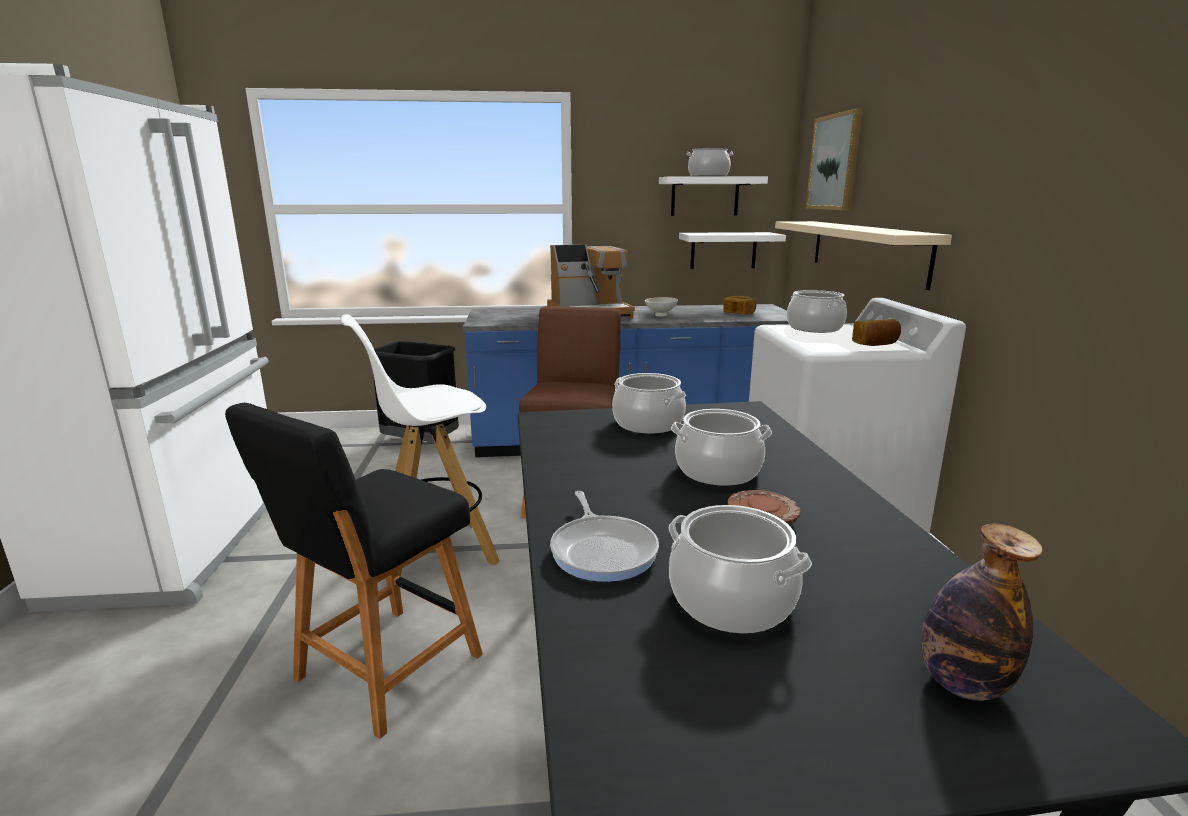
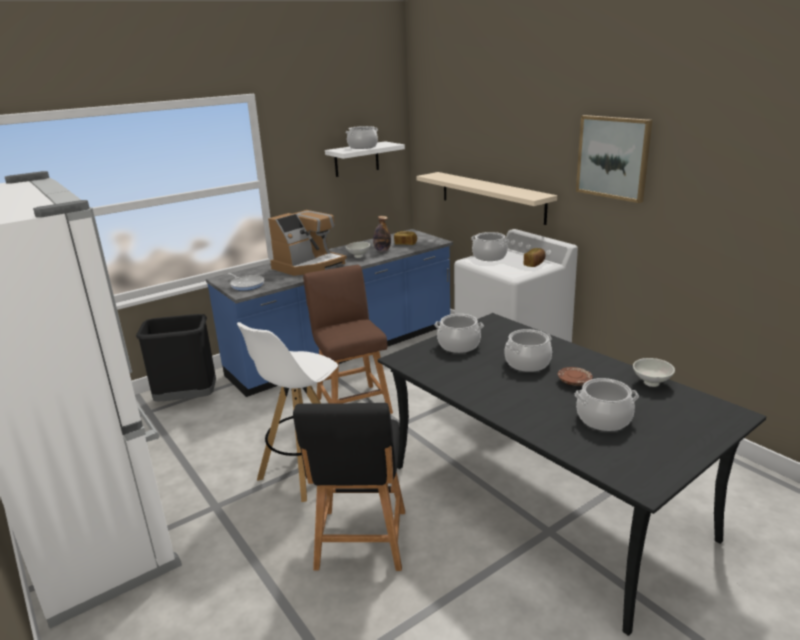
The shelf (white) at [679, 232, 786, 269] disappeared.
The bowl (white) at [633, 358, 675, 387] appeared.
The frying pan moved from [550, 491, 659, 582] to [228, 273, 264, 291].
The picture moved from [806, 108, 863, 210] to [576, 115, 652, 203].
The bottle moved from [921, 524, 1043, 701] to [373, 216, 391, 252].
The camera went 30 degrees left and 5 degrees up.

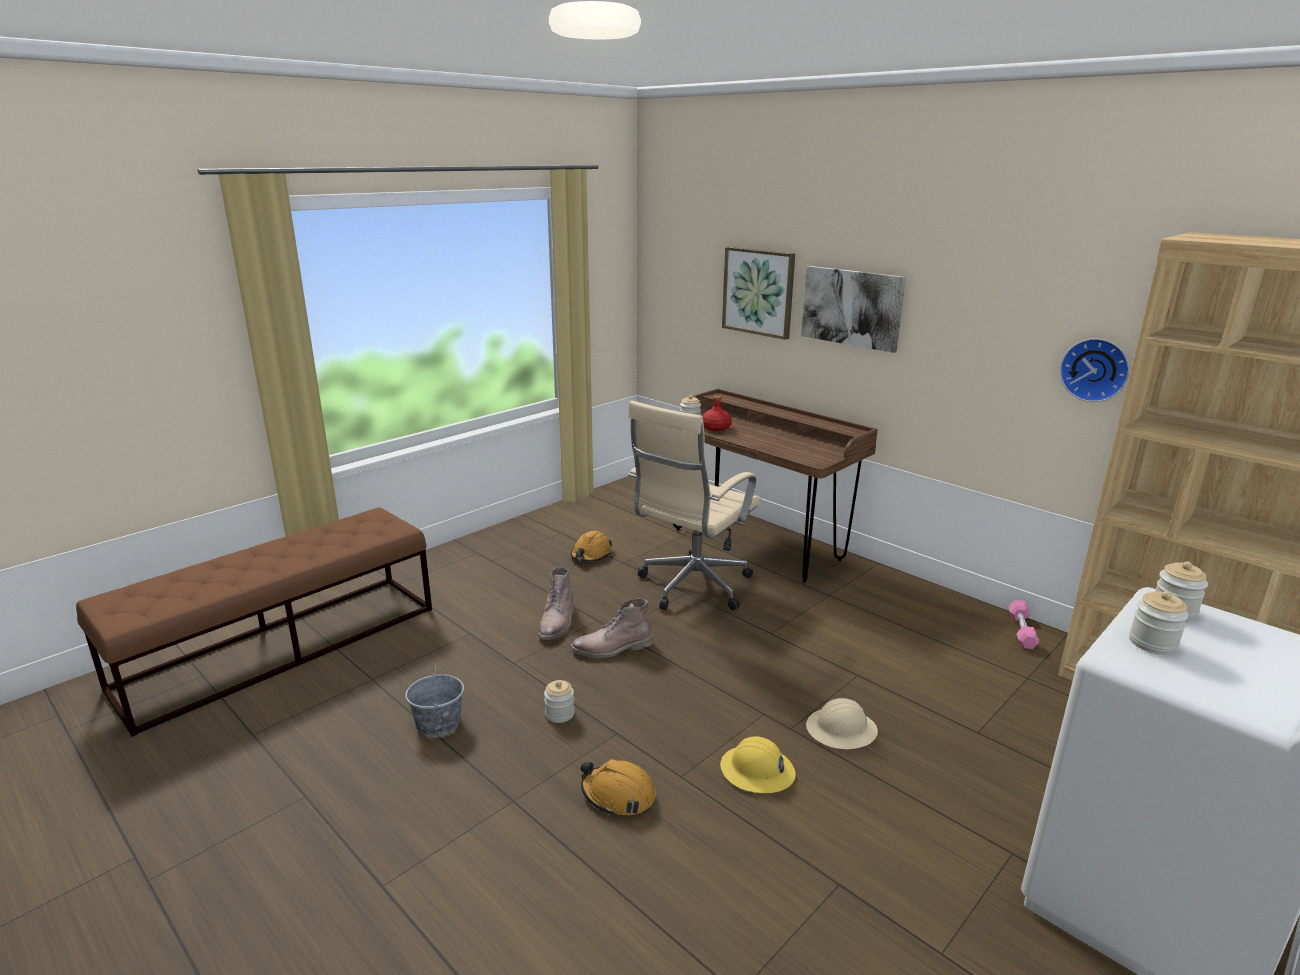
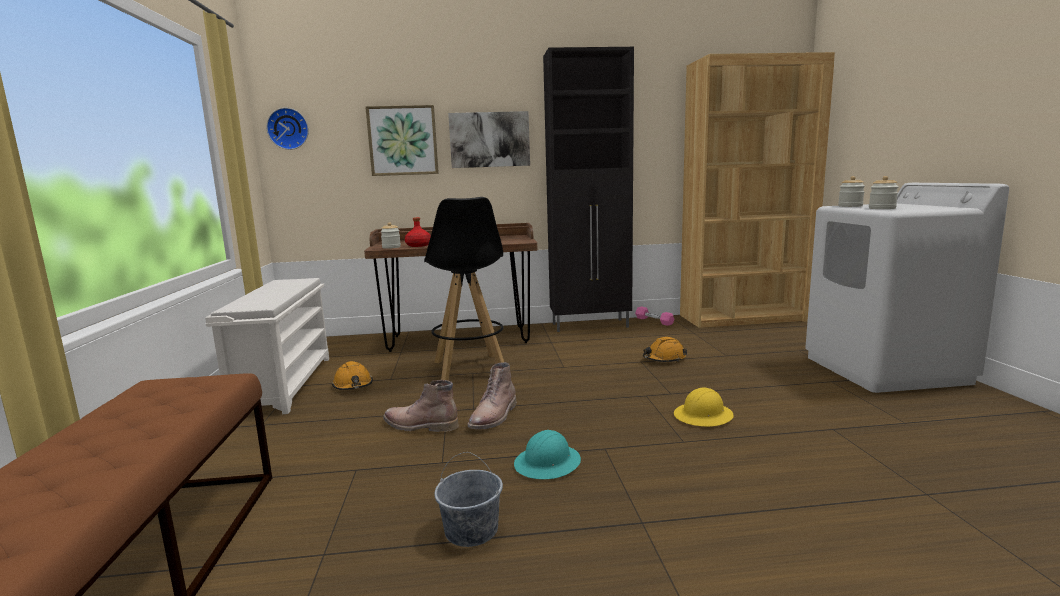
The hard hat (beige) at [806, 698, 878, 749] disappeared.
The shoe rack (white) at [205, 278, 329, 414] appeared.
The cabinet (black) at [543, 47, 634, 332] appeared.
The hard hat (orange) moved from [581, 759, 656, 816] to [643, 337, 687, 362].
The wall clock moved from [1060, 338, 1130, 402] to [266, 108, 309, 150].
The jar at [544, 680, 574, 723] was replaced by the hard hat (turquoise) at [514, 430, 581, 479].
The office chair (beige) at [628, 400, 761, 611] was replaced by the stool (black) at [424, 197, 504, 381].
The boot (brown) at [538, 566, 575, 640] turned 150 degrees clockwise.
The camera went 50 degrees left and 10 degrees down.

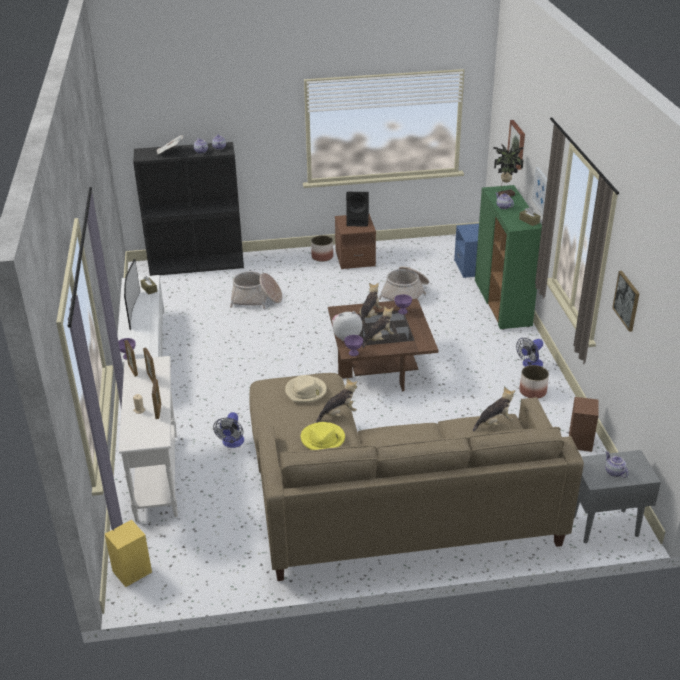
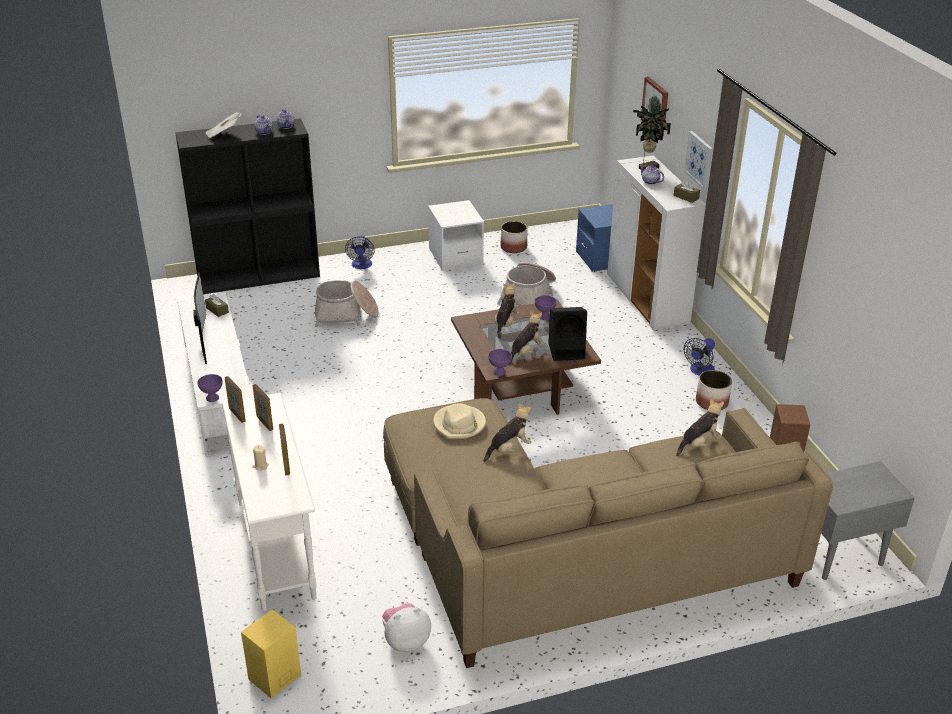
The hat (yellow) at [301, 422, 345, 450] disappeared.
The teapot at [605, 451, 628, 478] disappeared.
The picture at [612, 271, 640, 332] disappeared.
The fan moved from [213, 412, 244, 448] to [345, 235, 375, 269].
The planter moved from [311, 235, 333, 262] to [501, 221, 528, 253].
The plush toy moved from [332, 311, 362, 341] to [382, 603, 431, 652].
The speaker (black) moved from [346, 192, 369, 227] to [548, 307, 587, 361].
The nightstand (brown) at [335, 214, 376, 269] became the nightstand (white) at [428, 200, 484, 271].
The cabinet (green) at [475, 185, 542, 330] became the cabinet (white) at [607, 156, 706, 331].
The camera went 10 degrees left and 0 degrees up.

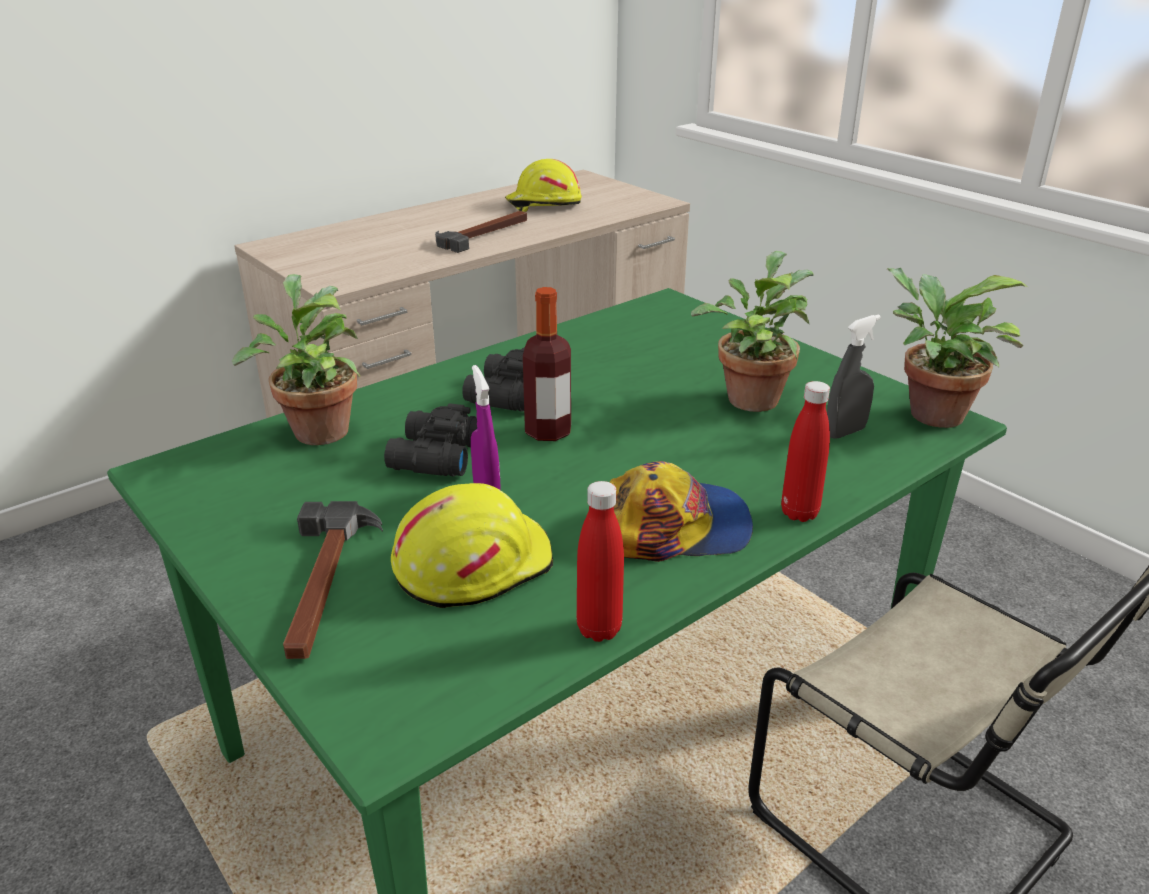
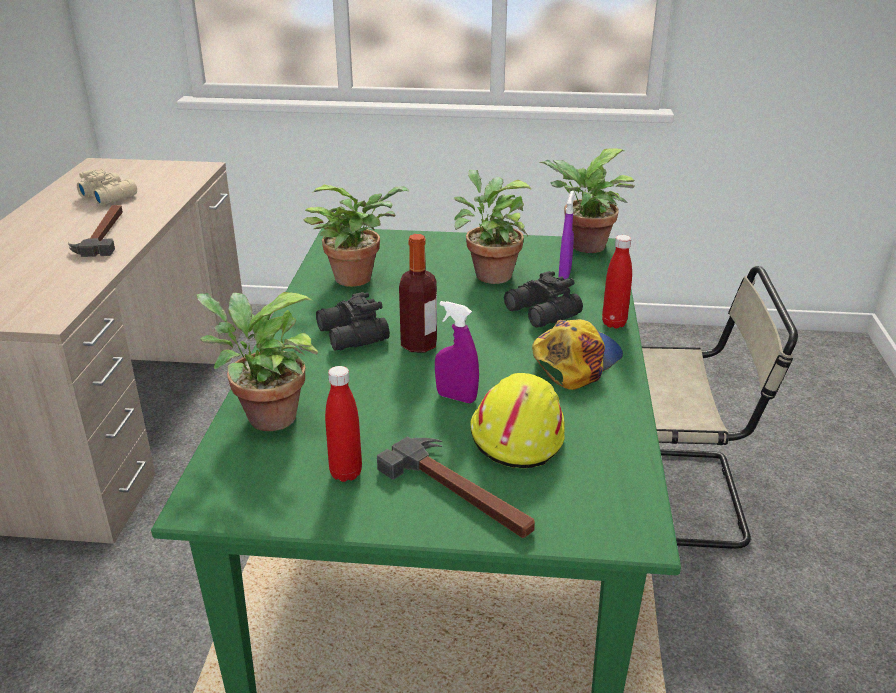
The potted plant at [303, 184, 409, 287] appeared.
The binoculars (black) moved from [384, 403, 477, 477] to [504, 271, 583, 327].
The bottle (red) moved from [577, 481, 624, 642] to [325, 366, 362, 482].
The hard hat (yellow) at [505, 159, 582, 212] was replaced by the binoculars (beige) at [77, 169, 137, 205].
The spray bottle (grey) at [827, 315, 881, 439] became the spray bottle (purple) at [559, 191, 574, 279].
The camera went 45 degrees left and 0 degrees up.

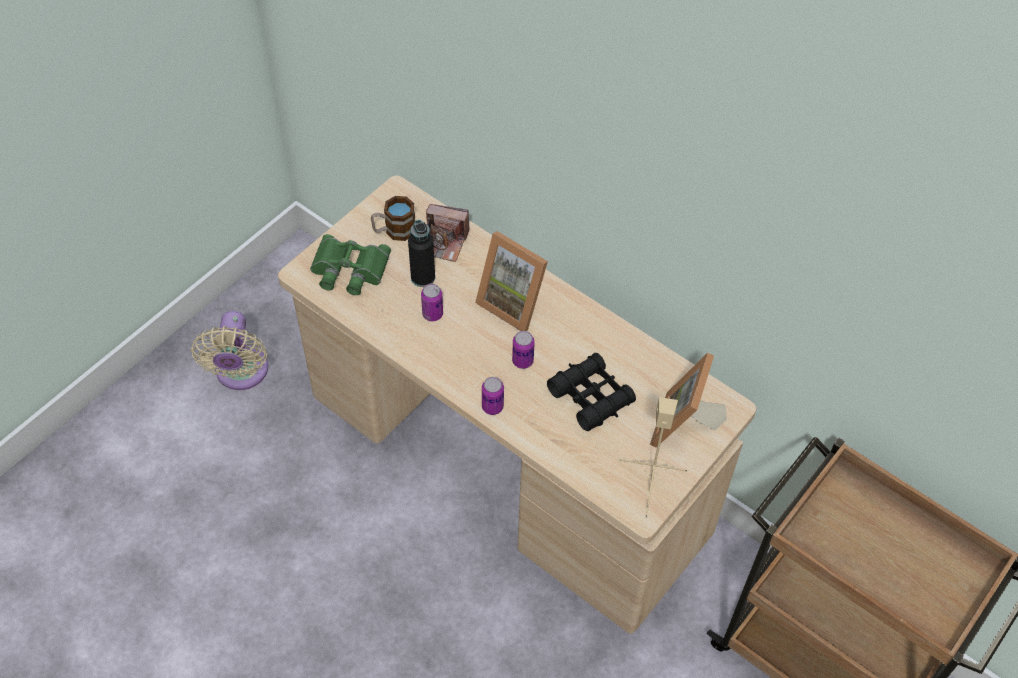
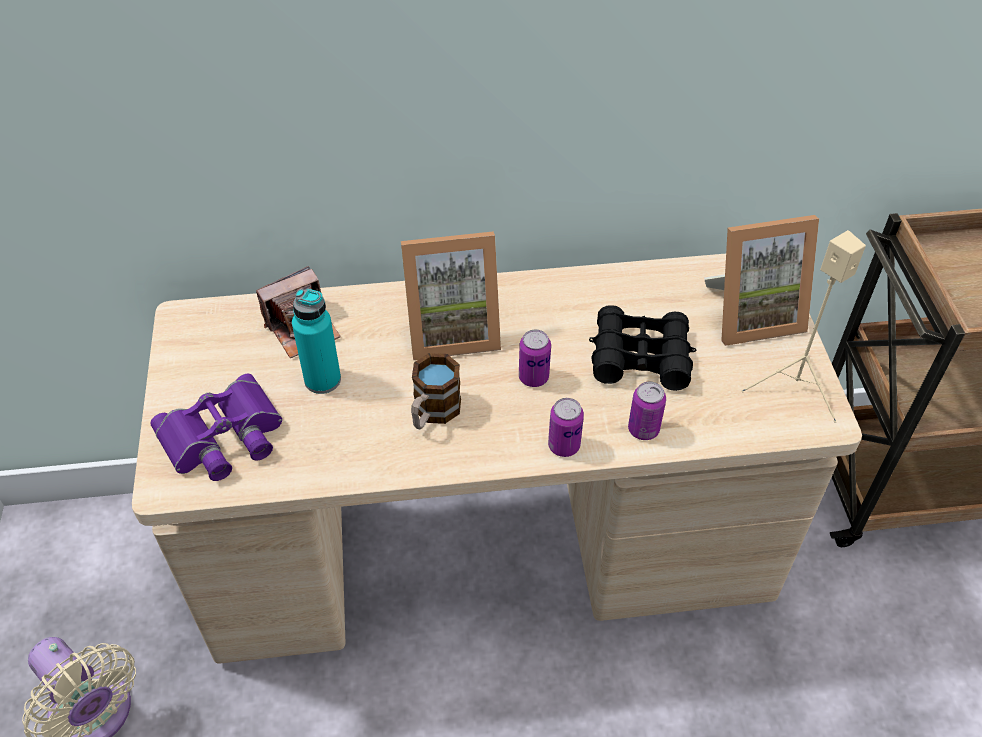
The mug moved from [371, 196, 415, 241] to [411, 353, 461, 430].
The can moved from [421, 284, 443, 321] to [628, 382, 666, 440].
The binoculars (green) at [310, 234, 391, 295] became the binoculars (purple) at [150, 374, 282, 481].
The bottle (black) at [408, 220, 435, 287] became the bottle (turquoise) at [292, 289, 341, 394].
The picture frame at [650, 353, 727, 448] turned 75 degrees counterclockwise.
The camera went 45 degrees left and 5 degrees down.

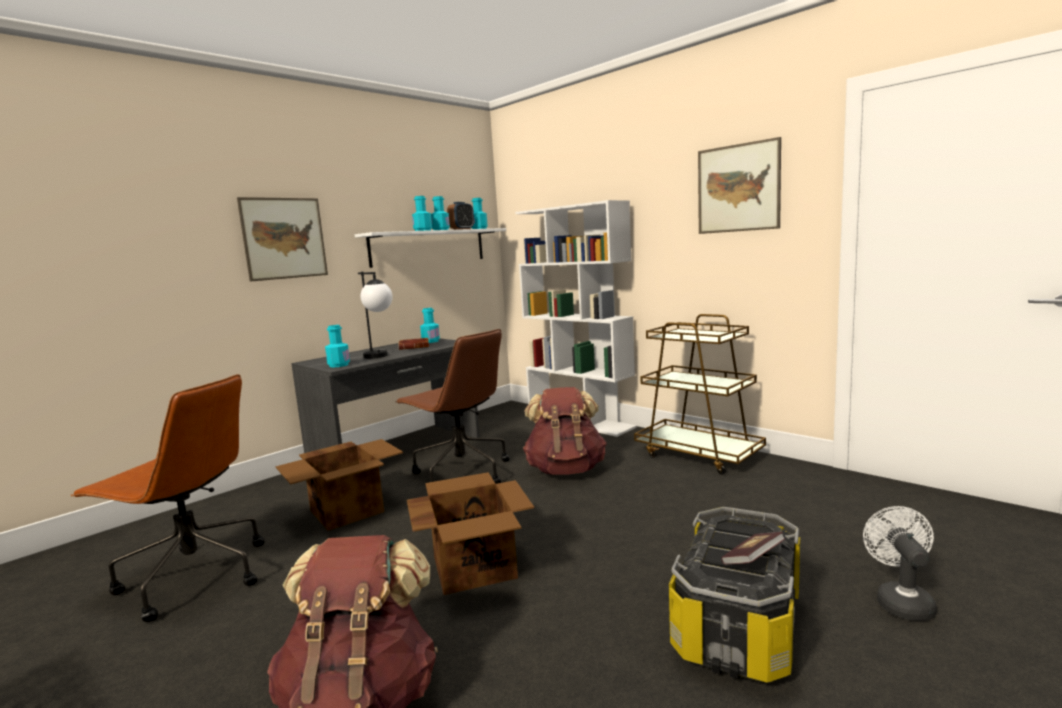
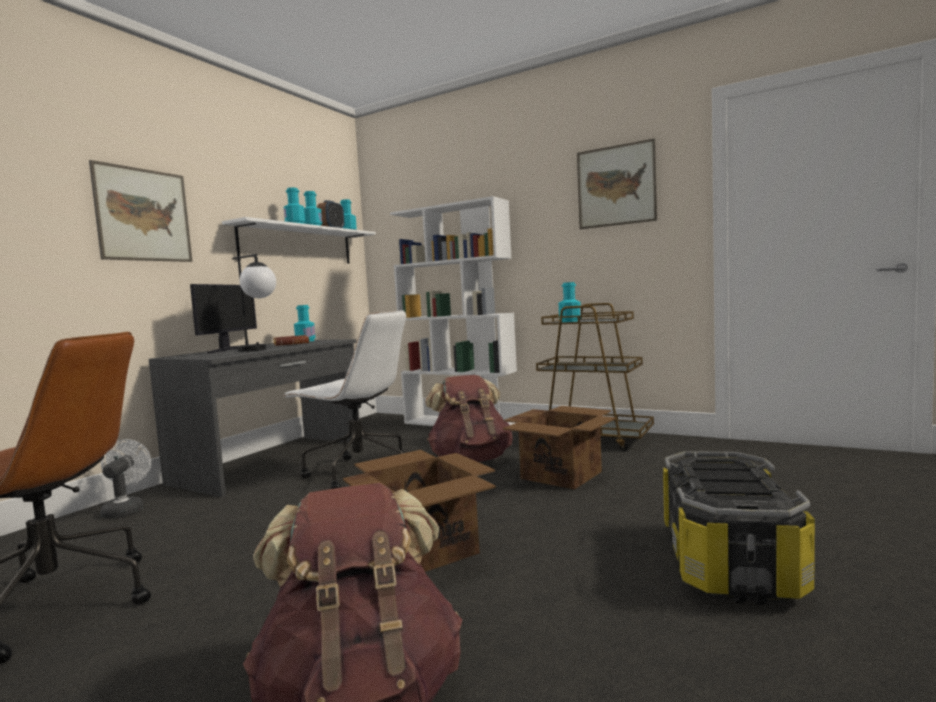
The book at [721, 532, 786, 565] disappeared.
The monitor at [190, 284, 257, 353] appeared.
The cardboard box moved from [276, 439, 403, 531] to [503, 406, 616, 490].
The bottle (turquoise) moved from [325, 325, 350, 367] to [559, 282, 581, 322].
The fan (white) moved from [863, 506, 937, 621] to [100, 439, 151, 518].
The office chair (brown) at [395, 329, 510, 484] became the office chair (white) at [284, 310, 406, 489].
The camera went 15 degrees left and 5 degrees down.

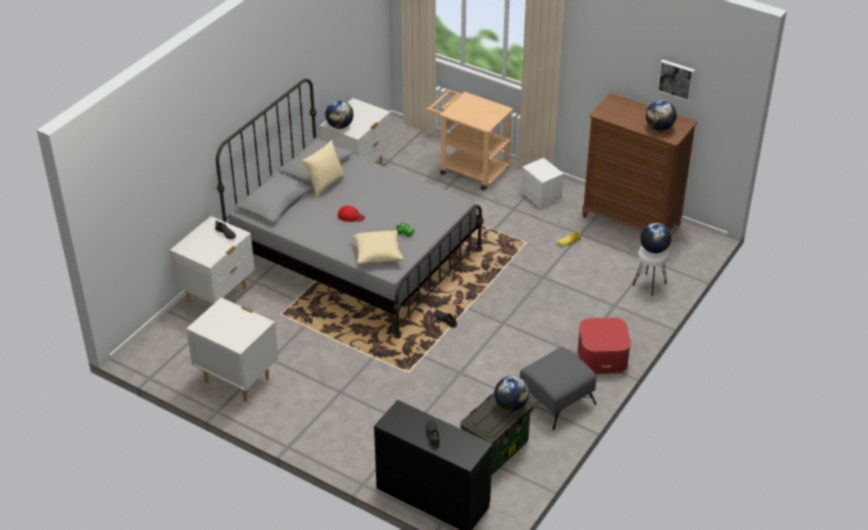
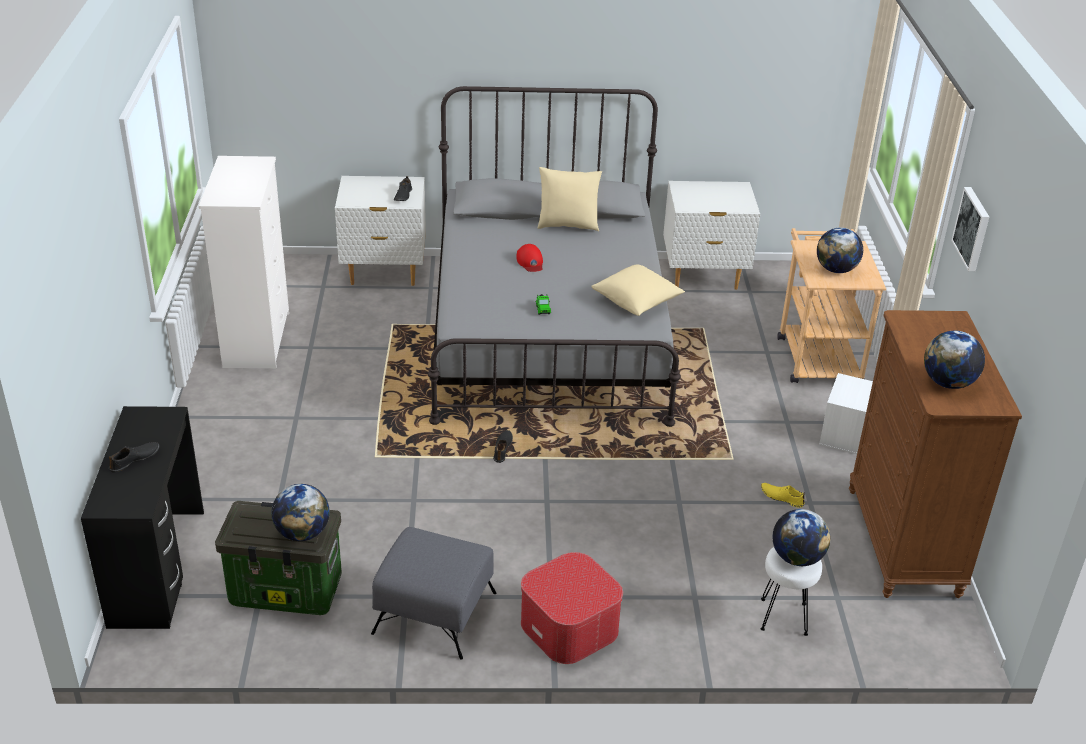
The globe moved from [325, 100, 354, 129] to [817, 228, 863, 273].
The pillow (beige) moved from [352, 231, 404, 264] to [591, 265, 685, 316].
The picture moved from [657, 59, 695, 101] to [951, 187, 989, 271].
The nightstand (white) at [186, 297, 278, 402] was replaced by the dresser (white) at [199, 156, 289, 368].
The camera went 55 degrees right and 5 degrees down.

